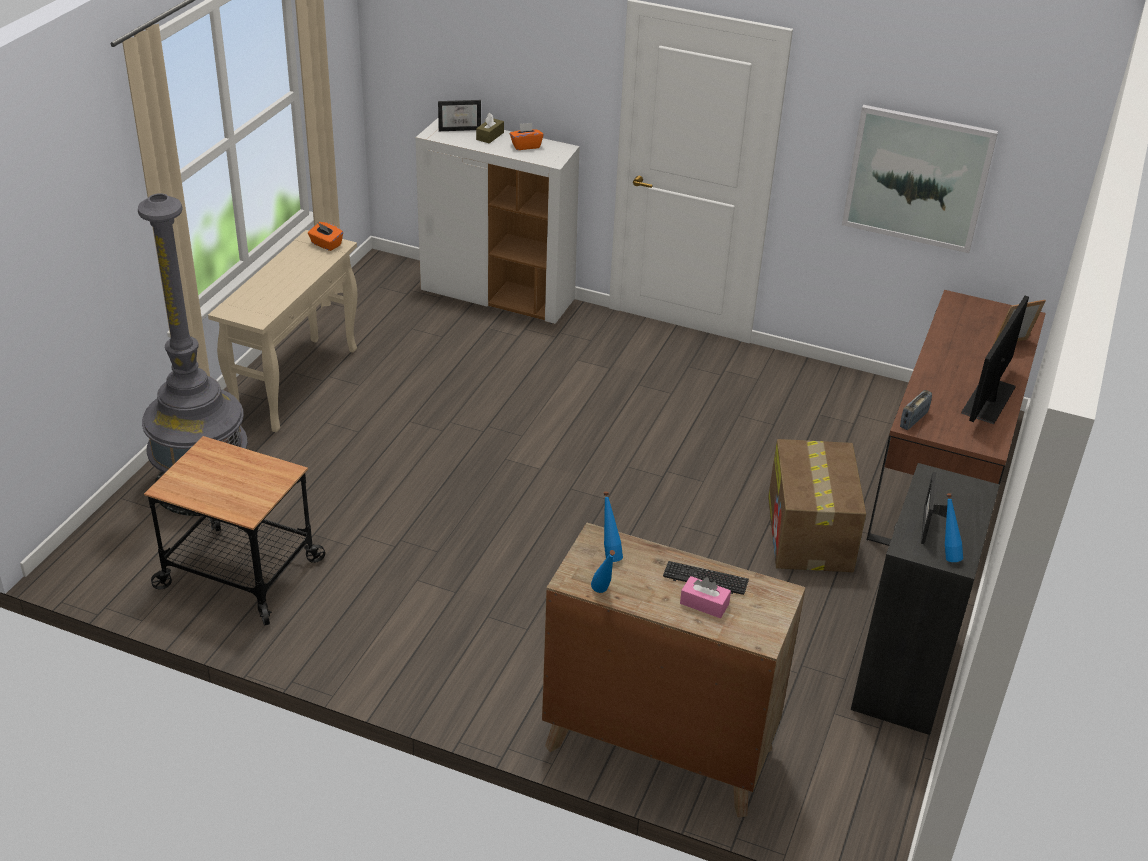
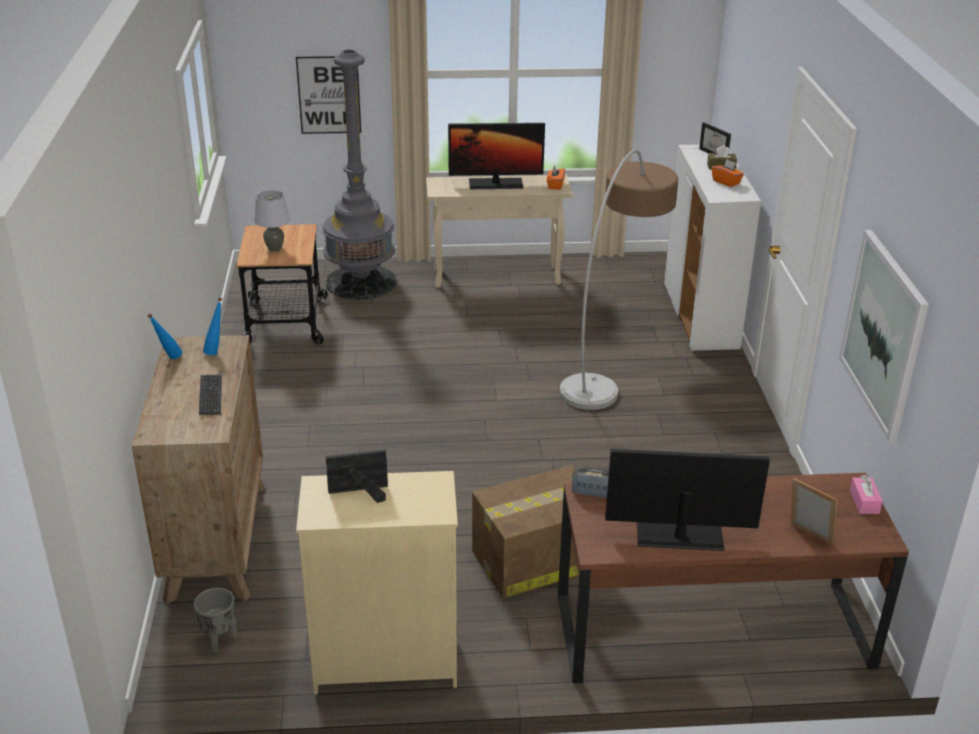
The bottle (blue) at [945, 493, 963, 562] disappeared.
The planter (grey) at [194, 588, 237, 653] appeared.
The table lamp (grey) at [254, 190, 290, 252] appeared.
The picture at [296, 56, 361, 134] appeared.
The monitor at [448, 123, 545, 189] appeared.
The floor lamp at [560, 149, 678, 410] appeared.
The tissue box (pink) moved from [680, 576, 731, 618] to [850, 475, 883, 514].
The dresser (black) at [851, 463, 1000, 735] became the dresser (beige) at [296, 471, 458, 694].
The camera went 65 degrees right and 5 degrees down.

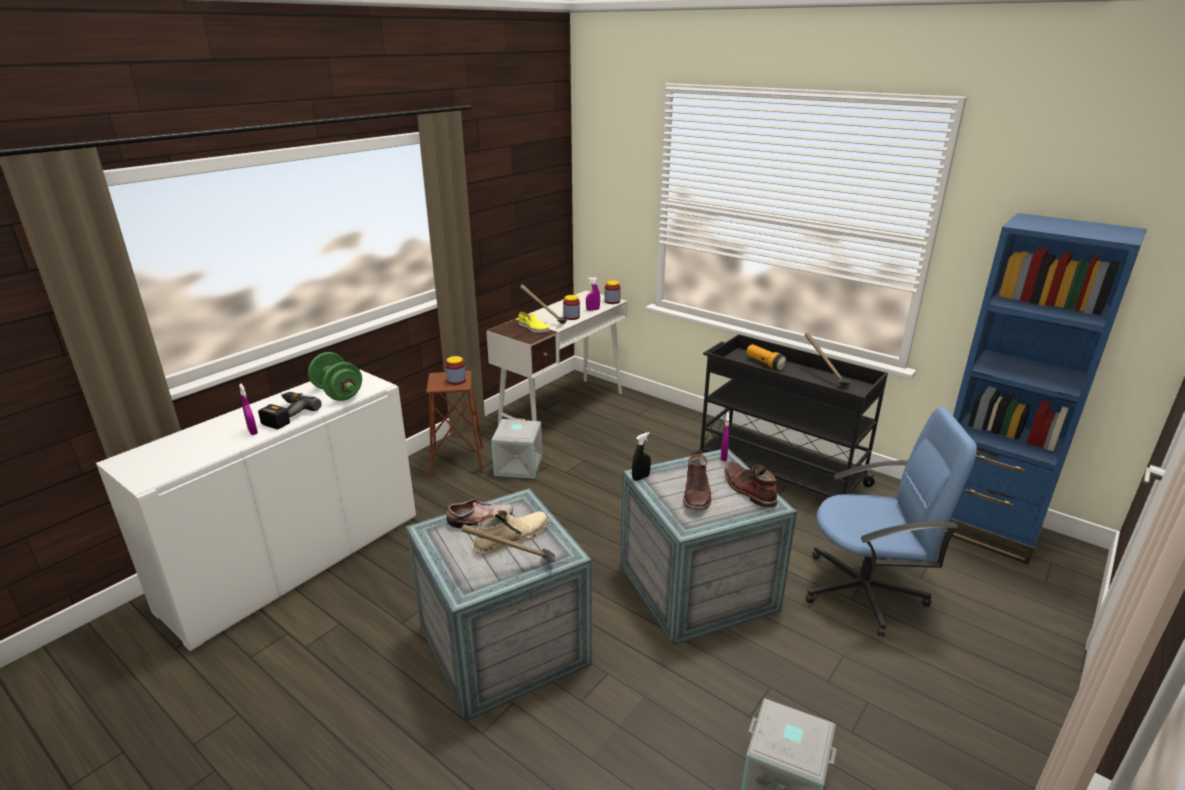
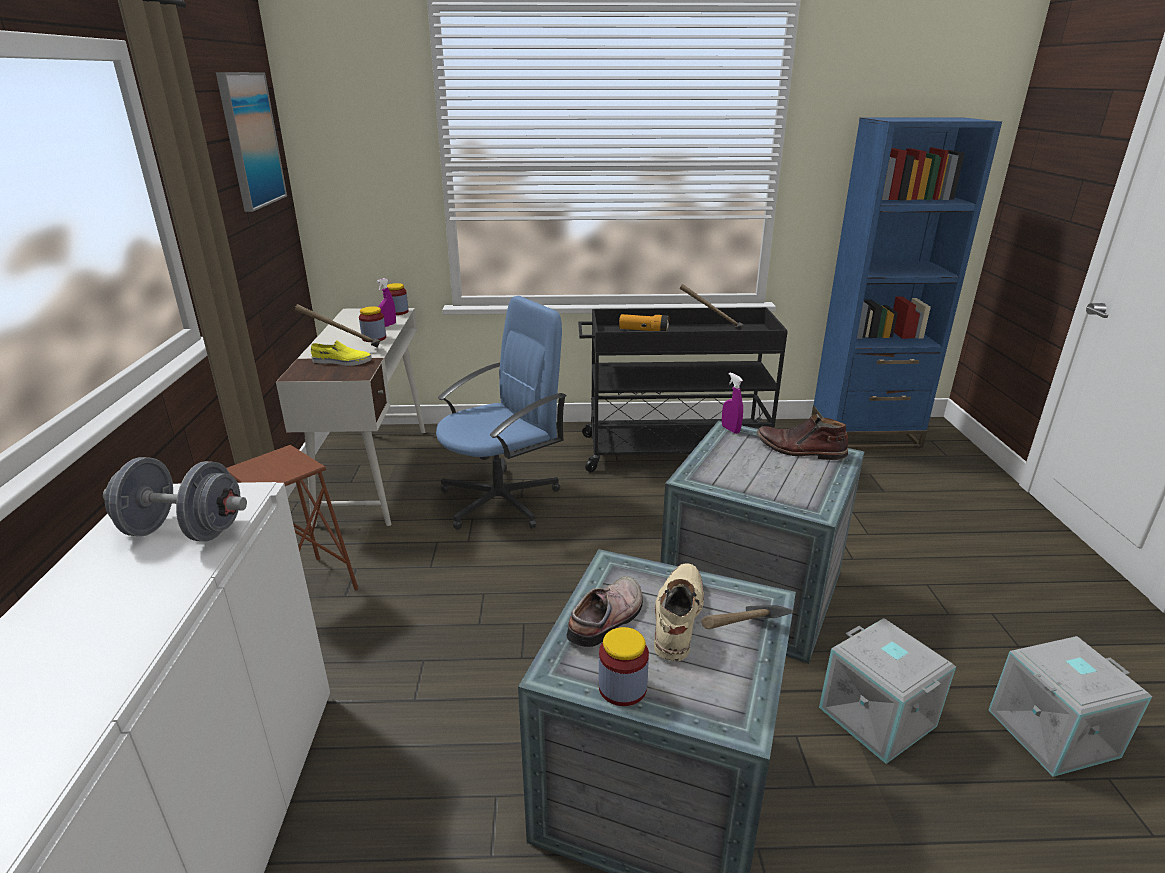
The spray bottle (purple) at [239, 384, 258, 435] disappeared.
The power drill at [258, 392, 322, 429] disappeared.
The spray bottle (black) at [632, 432, 651, 481] disappeared.
The boot (brown) at [683, 453, 711, 510] disappeared.
The picture at [216, 72, 287, 212] appeared.
The jar moved from [446, 356, 466, 385] to [599, 627, 649, 706].
The storage box (grey) moved from [491, 418, 542, 479] to [819, 618, 956, 764].
The office chair (blue) moved from [806, 407, 977, 637] to [436, 296, 566, 530].
The dumbbell (green) at [308, 352, 362, 401] became the dumbbell (grey) at [103, 457, 247, 541].
The camera went 40 degrees left and 0 degrees up.

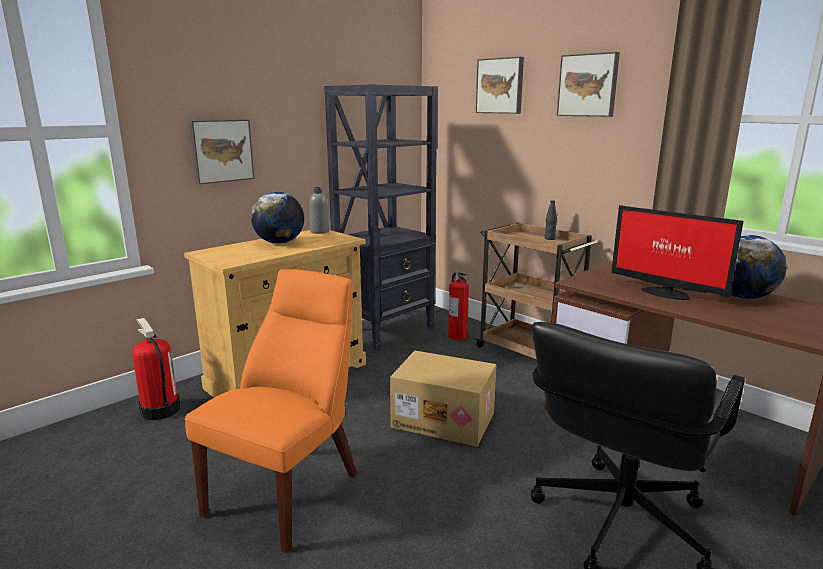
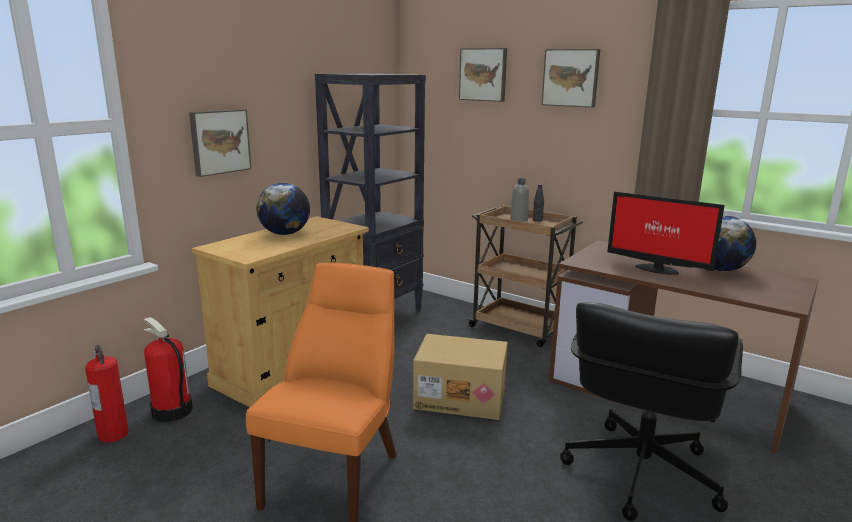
The bottle (grey) moved from [310, 187, 329, 234] to [510, 178, 529, 222].
The fire extinguisher moved from [448, 272, 469, 340] to [85, 345, 129, 443].
The camera went 10 degrees left and 0 degrees up.

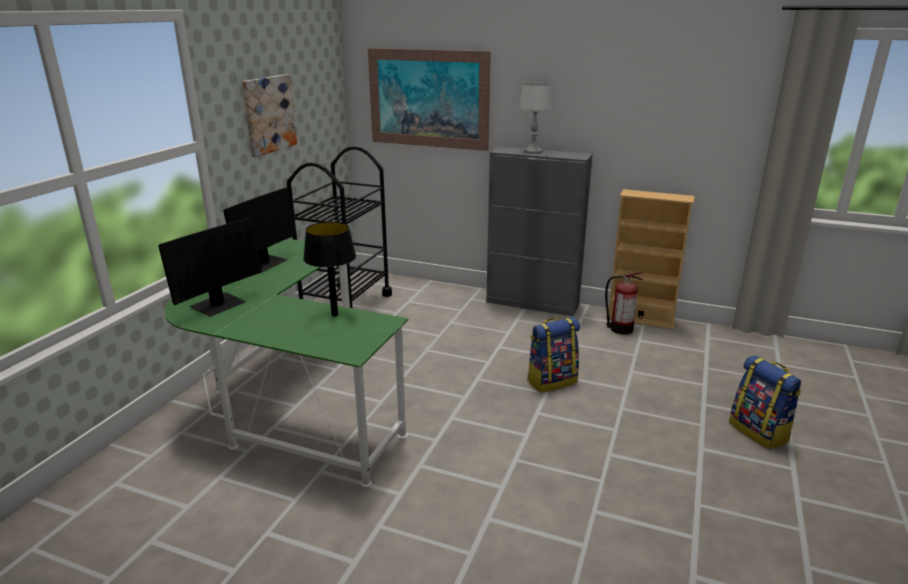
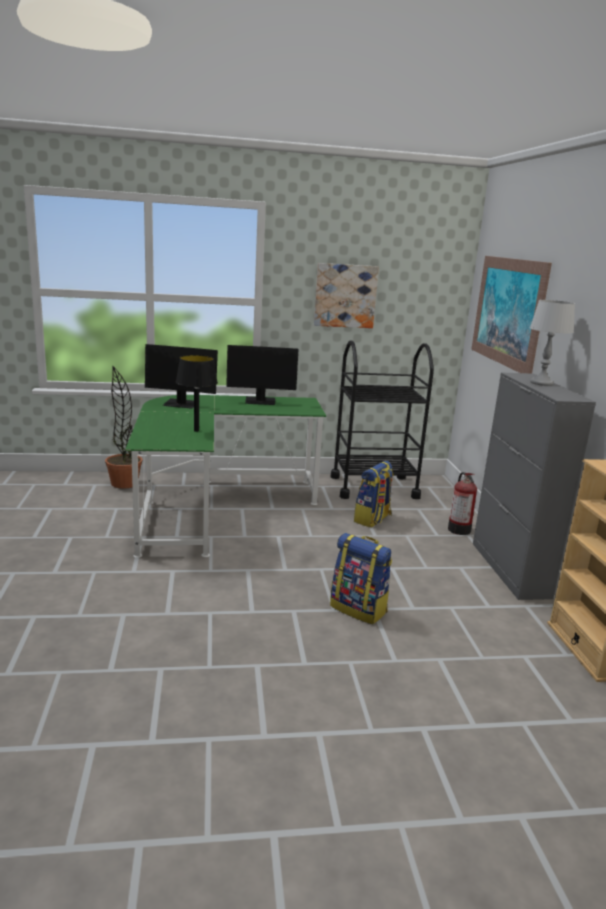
The potted plant at [105, 365, 142, 489] appeared.
The fire extinguisher moved from [605, 272, 644, 335] to [448, 472, 477, 535].
The backpack moved from [729, 355, 802, 450] to [354, 461, 394, 528].
The camera went 60 degrees right and 5 degrees down.

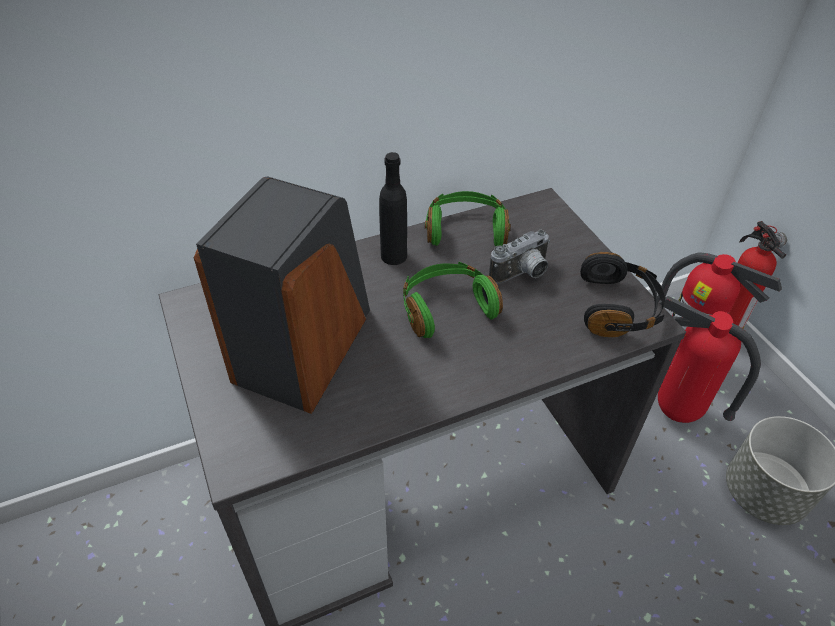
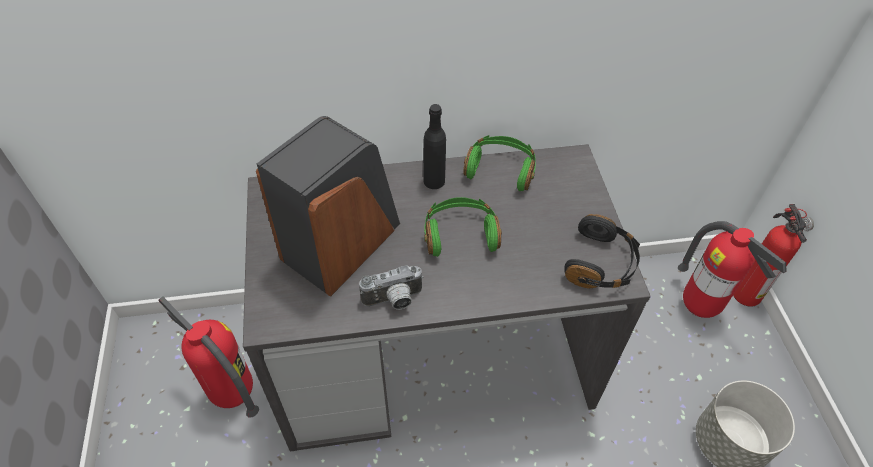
The photo camera moved from [489, 229, 550, 284] to [359, 265, 423, 310].
The fire extinguisher moved from [658, 296, 761, 423] to [159, 297, 259, 418].
The camera went 15 degrees right and 5 degrees up.

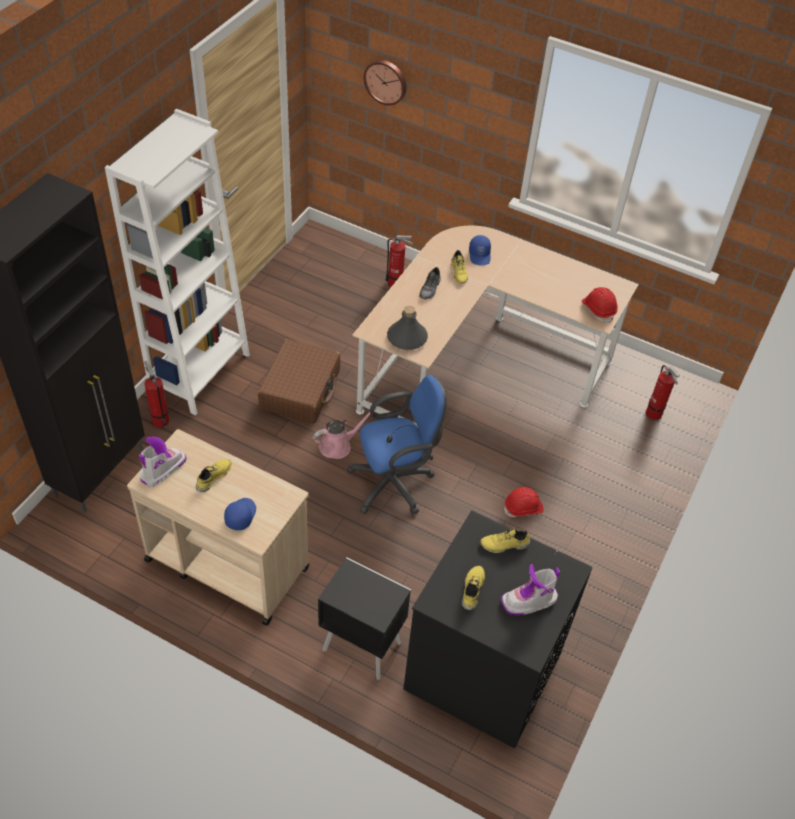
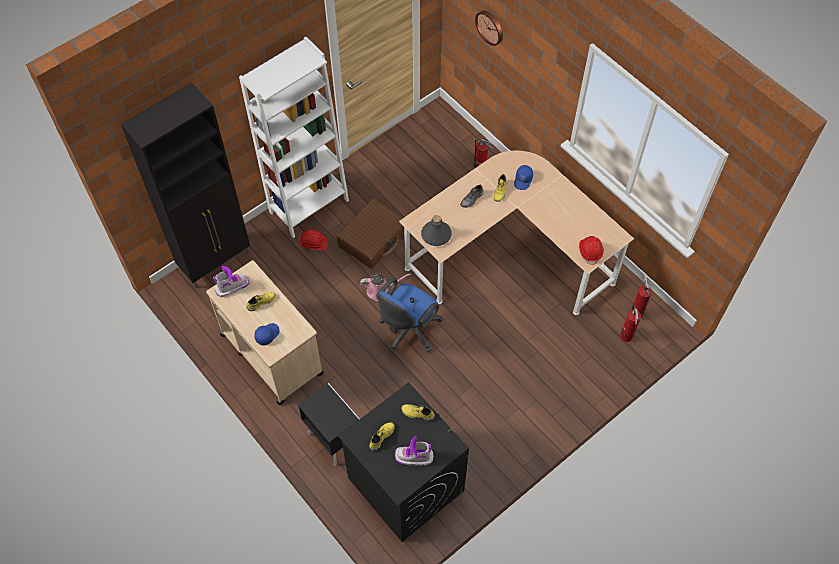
The fire extinguisher moved from [144, 361, 169, 428] to [632, 275, 652, 317].
The hard hat (red) moved from [504, 487, 544, 517] to [300, 229, 328, 251].
The office chair (blue) at [347, 375, 447, 515] turned 120 degrees clockwise.
The camera went 25 degrees right and 10 degrees up.

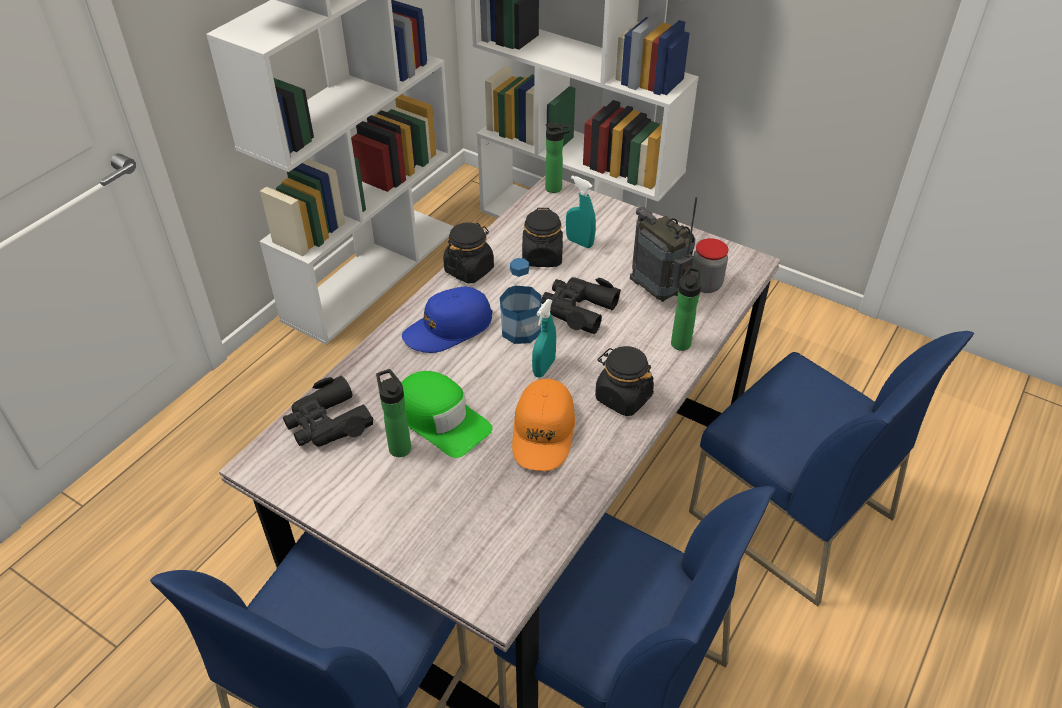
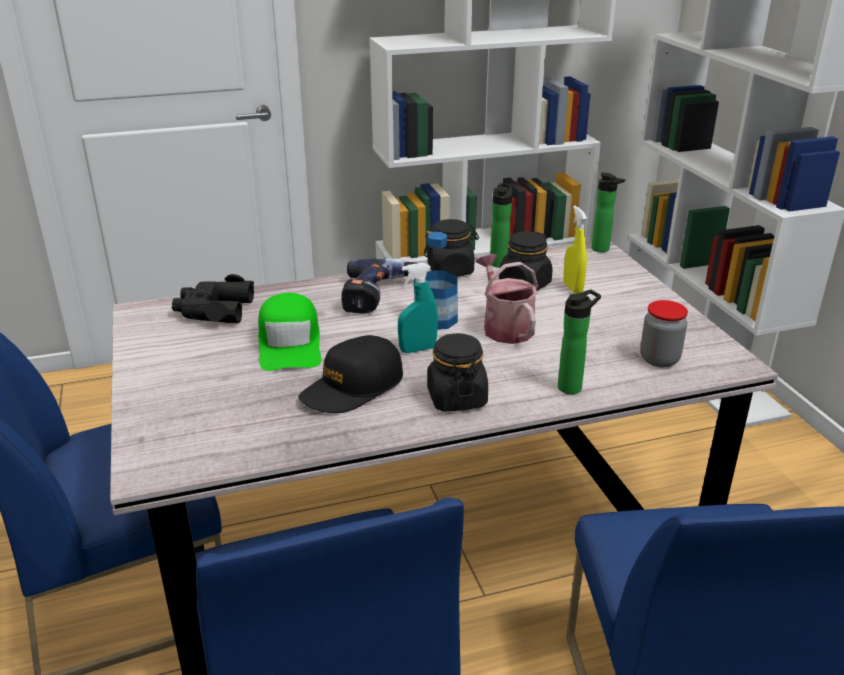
The radio at [630, 197, 697, 302] disappeared.
The bottle moved from [376, 369, 411, 457] to [490, 183, 512, 268].
The cap (blue) at [402, 287, 492, 353] was replaced by the power drill at [341, 258, 417, 314].
The binoculars (black) at [541, 277, 621, 334] was replaced by the watering can at [476, 254, 538, 344].
The cap (orange) at [512, 379, 575, 471] became the cap (black) at [298, 335, 403, 413].
The spray bottle (turquoise) at [566, 175, 596, 248] became the spray bottle (yellow) at [563, 206, 587, 294].
The camera went 40 degrees right and 15 degrees down.

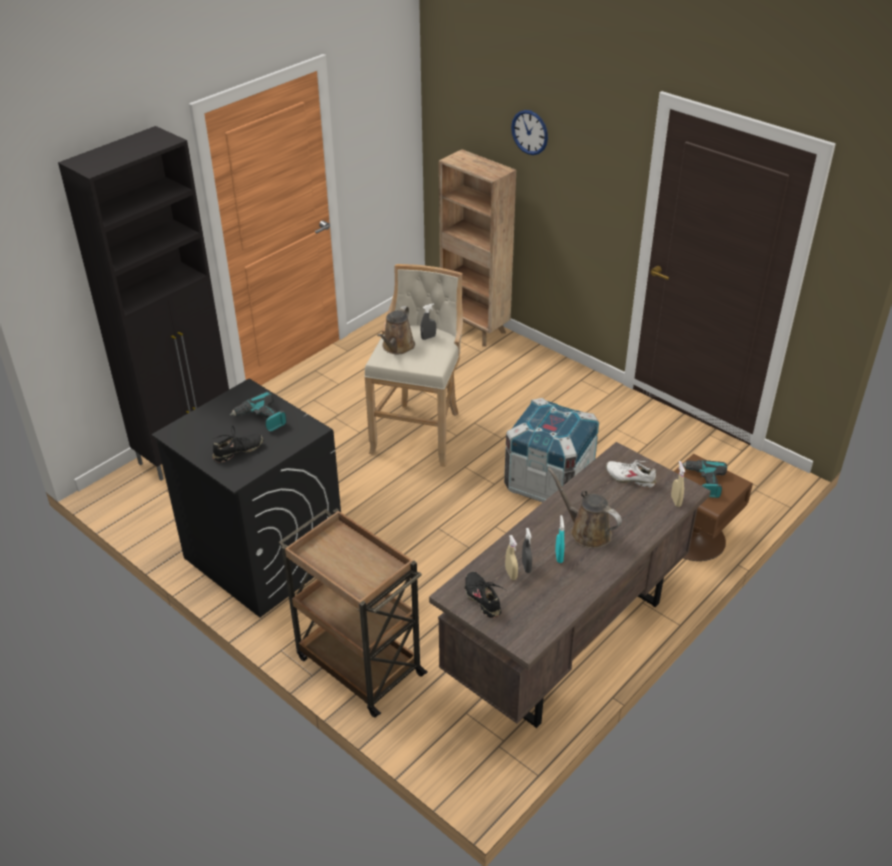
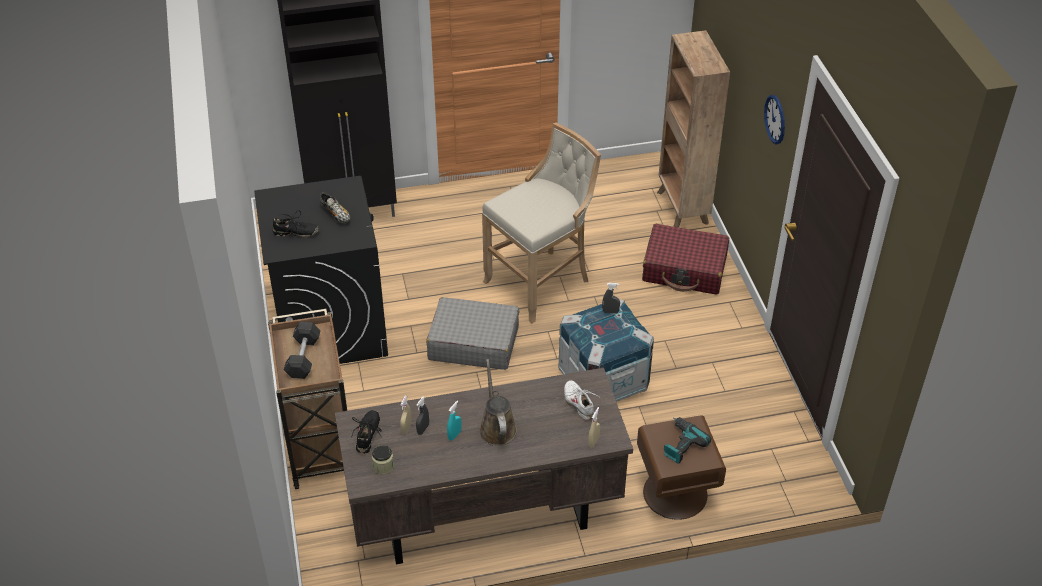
The watering can (brown) at [377, 306, 415, 354] disappeared.
The dumbbell (grey) at [284, 322, 320, 379] appeared.
The jar at [372, 445, 394, 474] appeared.
The suitcase (grey) at [426, 297, 519, 370] appeared.
The suitcase (red) at [642, 224, 729, 295] appeared.
The spray bottle (grey) moved from [421, 303, 436, 340] to [602, 283, 620, 313].
The wall clock moved from [511, 110, 548, 155] to [764, 95, 785, 144].
The power drill at [230, 391, 286, 432] was replaced by the shoe at [320, 192, 350, 223].
The camera went 35 degrees right and 5 degrees up.

